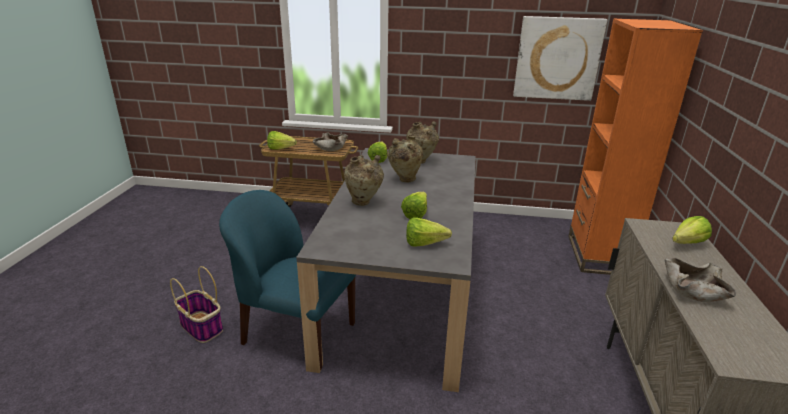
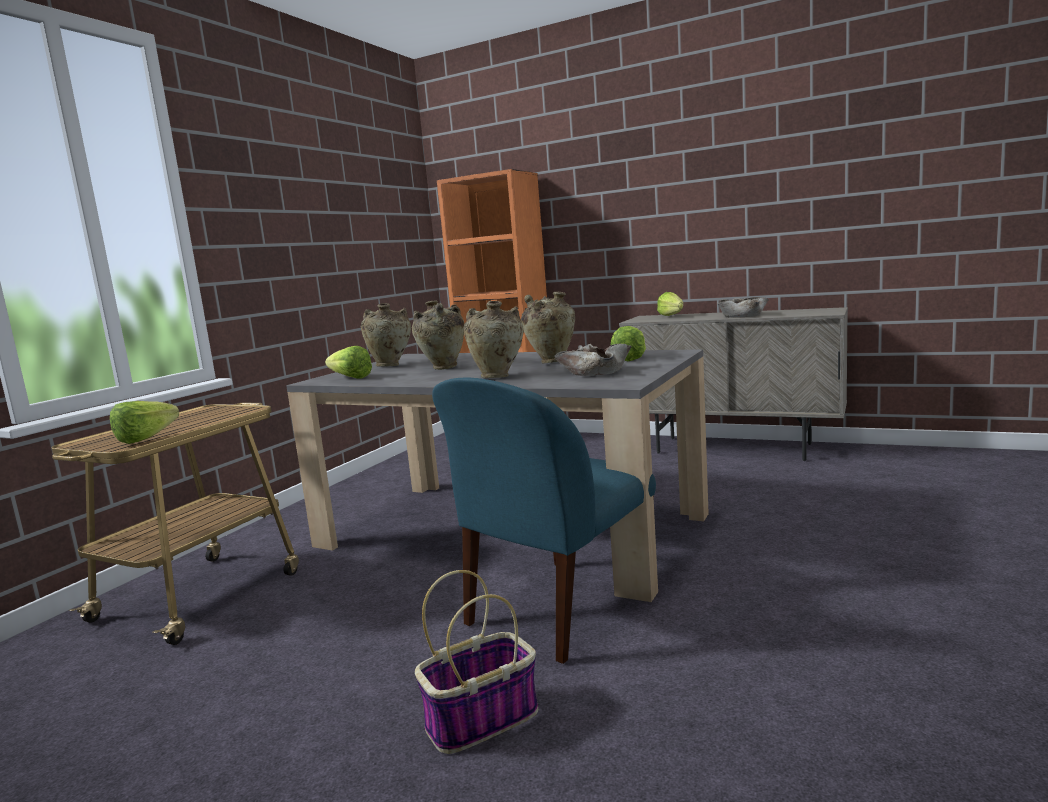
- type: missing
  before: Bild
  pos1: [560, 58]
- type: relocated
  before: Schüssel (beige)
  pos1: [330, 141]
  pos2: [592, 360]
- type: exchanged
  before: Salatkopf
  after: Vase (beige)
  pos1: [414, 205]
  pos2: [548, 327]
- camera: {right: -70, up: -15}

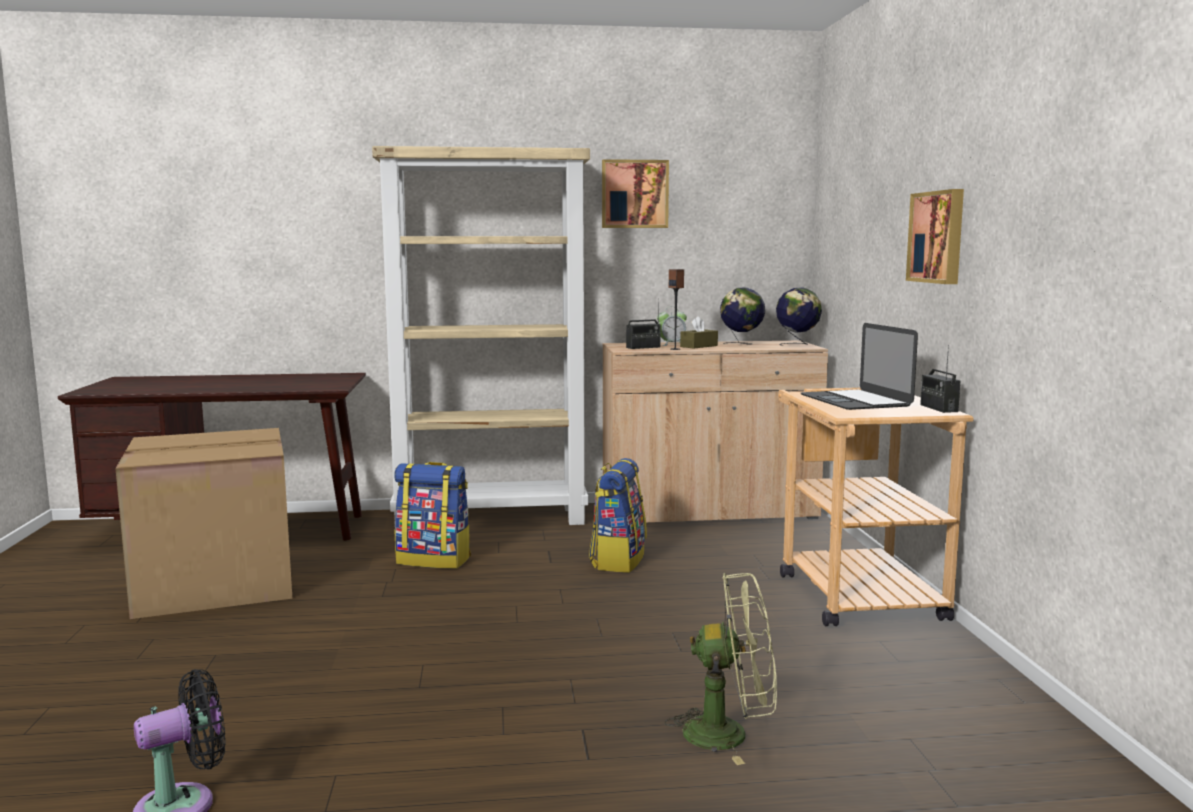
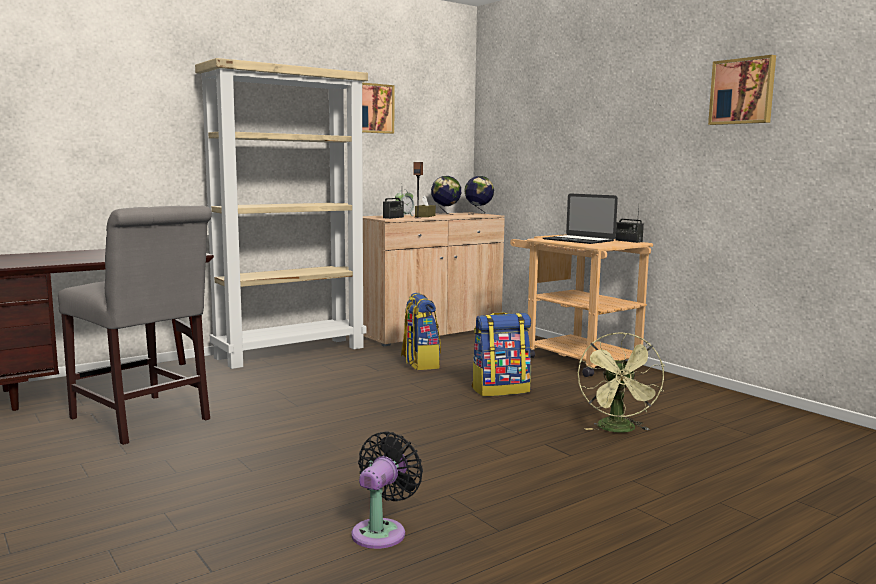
- type: relocated
  before: Bild
  pos1: [935, 236]
  pos2: [742, 90]
- type: exchanged
  before: Karton
  after: Stuhl (grau)
  pos1: [203, 523]
  pos2: [135, 325]
- type: relocated
  before: Rucksack
  pos1: [432, 515]
  pos2: [501, 354]
- type: spun
  before: Ventilator (grün)
  pos1: [721, 669]
  pos2: [621, 382]
  turn: 120
- camera: {right: -30, up: 0}

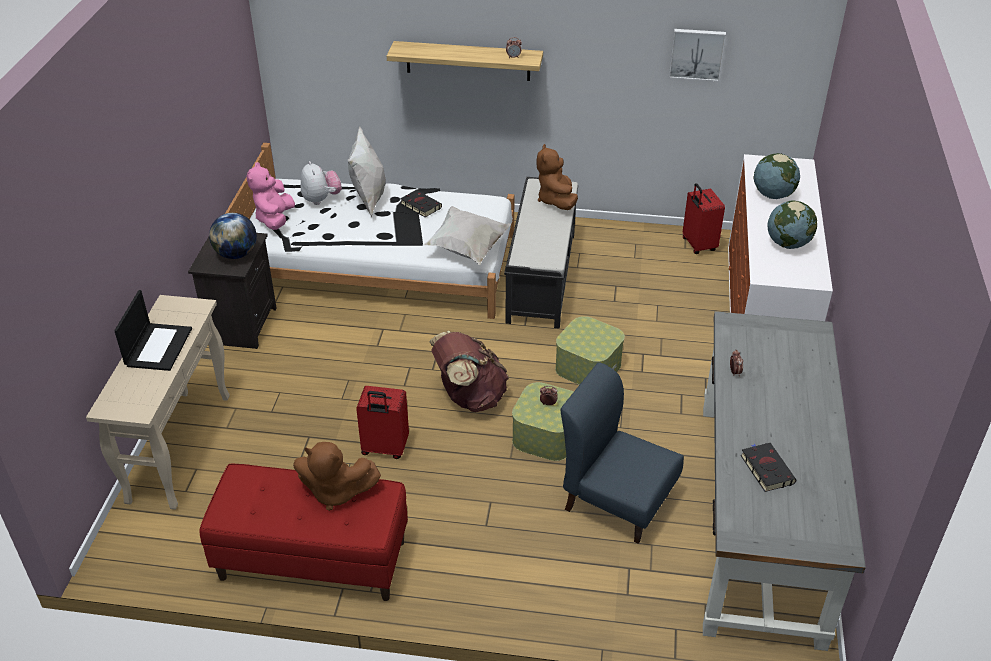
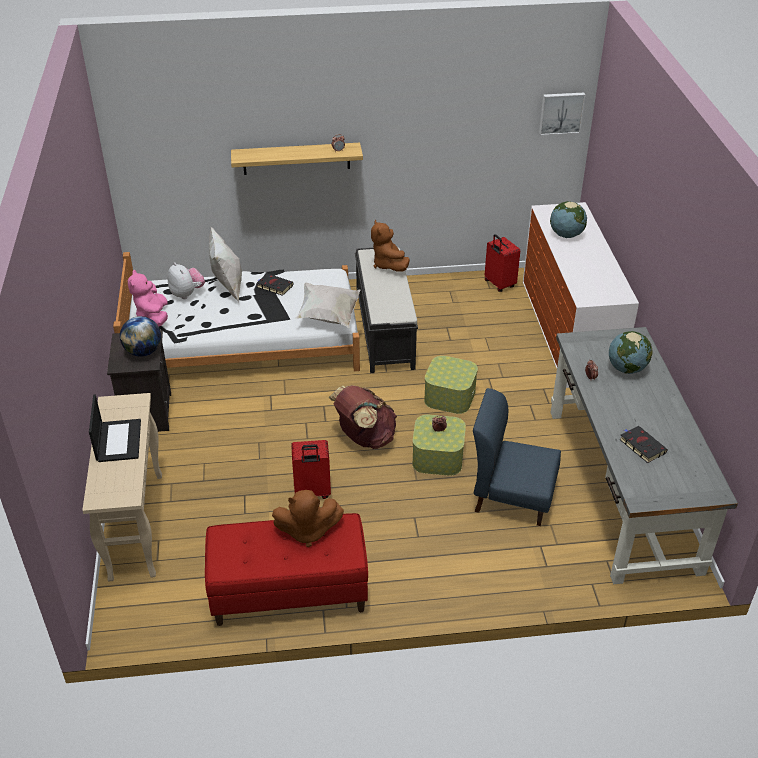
- type: relocated
  before: Bild
  pos1: [697, 55]
  pos2: [562, 114]
- type: relocated
  before: Globus
  pos1: [792, 225]
  pos2: [630, 352]
- camera: {right: -15, up: 0}

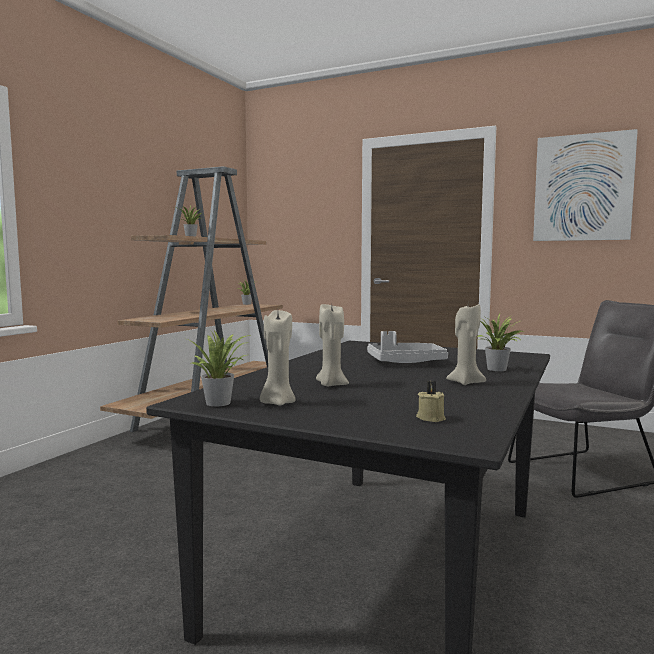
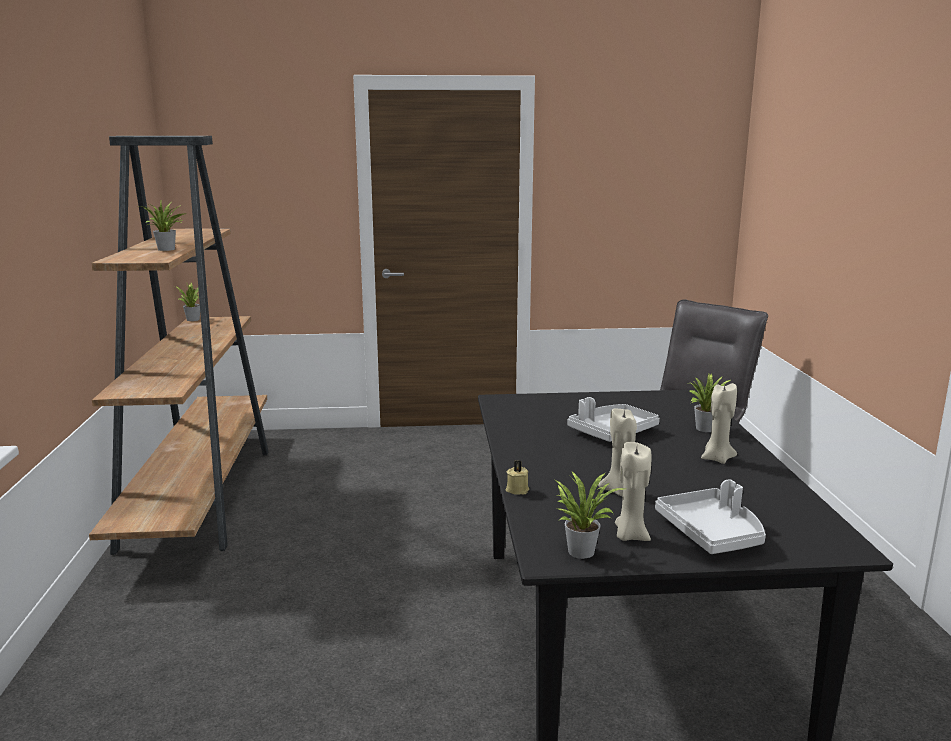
- type: missing
  before: Bild
  pos1: [585, 185]
- type: relocated
  before: Kerze (beige)
  pos1: [431, 401]
  pos2: [517, 477]
- type: appeared
  after: Tablett (grau)
  pos2: [710, 516]
- camera: {right: -30, up: 10}

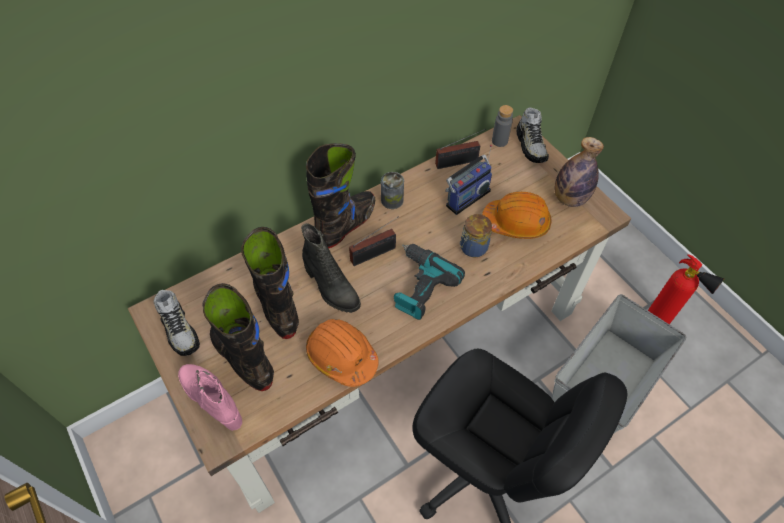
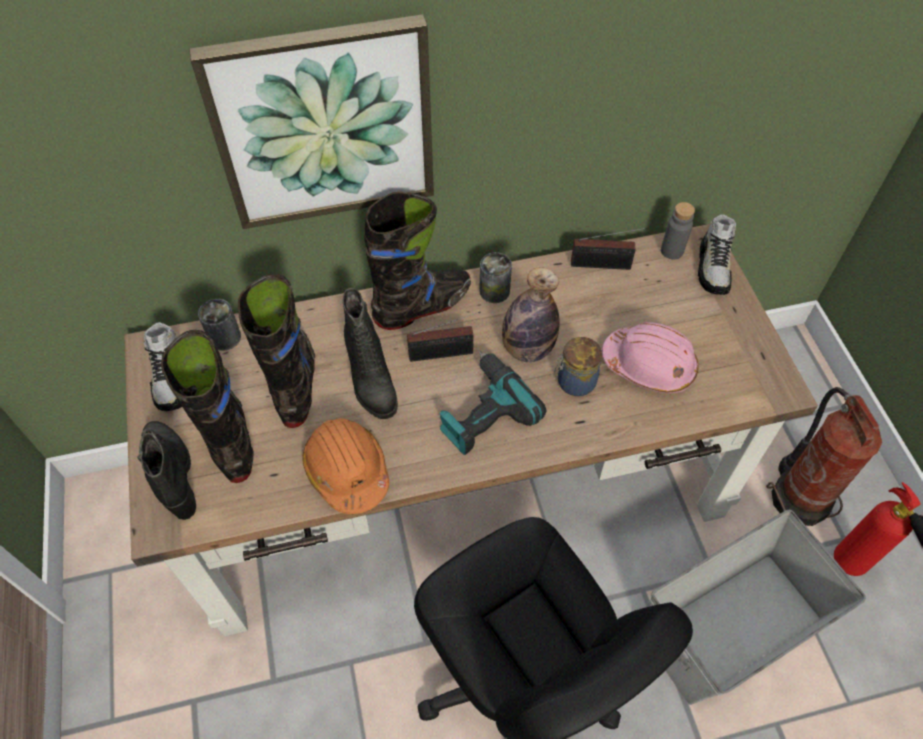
- type: relocated
  before: Flasche
  pos1: [579, 172]
  pos2: [531, 314]
- type: missing
  before: Radio
  pos1: [468, 179]
- type: colour
  before: Schutzhelm (orange)
  after: Schutzhelm (rosa)
  pos1: [517, 215]
  pos2: [650, 357]
- type: colour
  before: Stiefel (rosa)
  after: Stiefel (schwarz)
  pos1: [210, 397]
  pos2: [166, 470]
- type: appeared
  after: Bild
  pos2: [311, 121]
- type: appeared
  after: Dose
  pos2: [219, 325]
- type: appeared
  after: Feuerlöscher
  pos2: [824, 456]
- camera: {right: 20, up: 0}

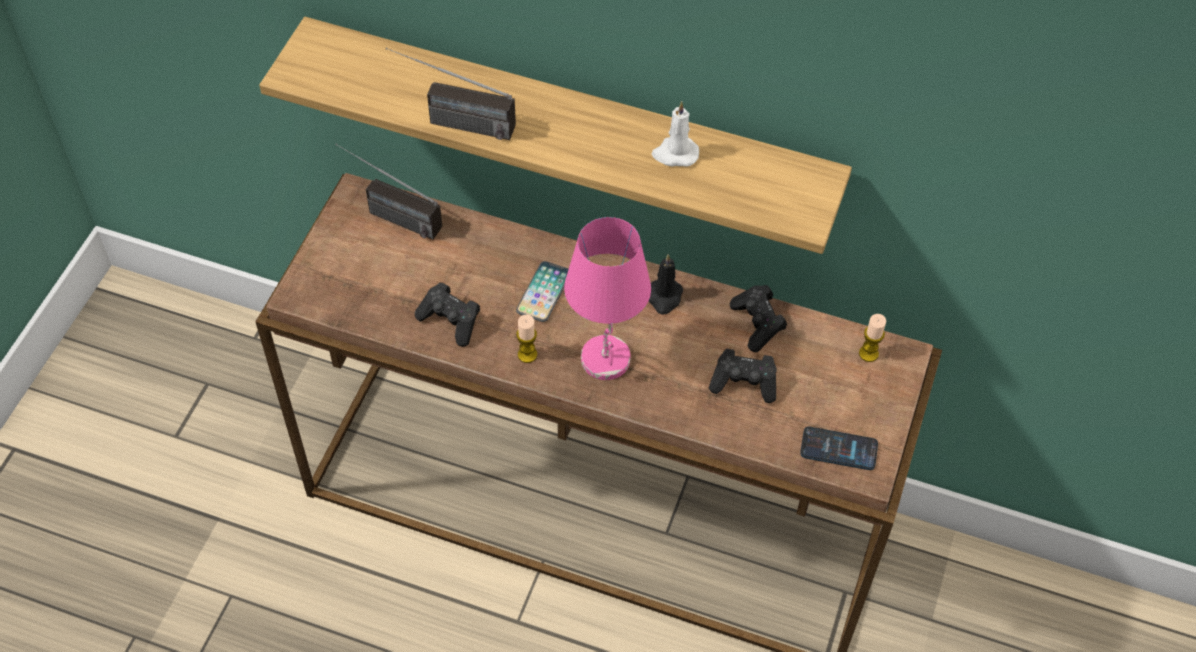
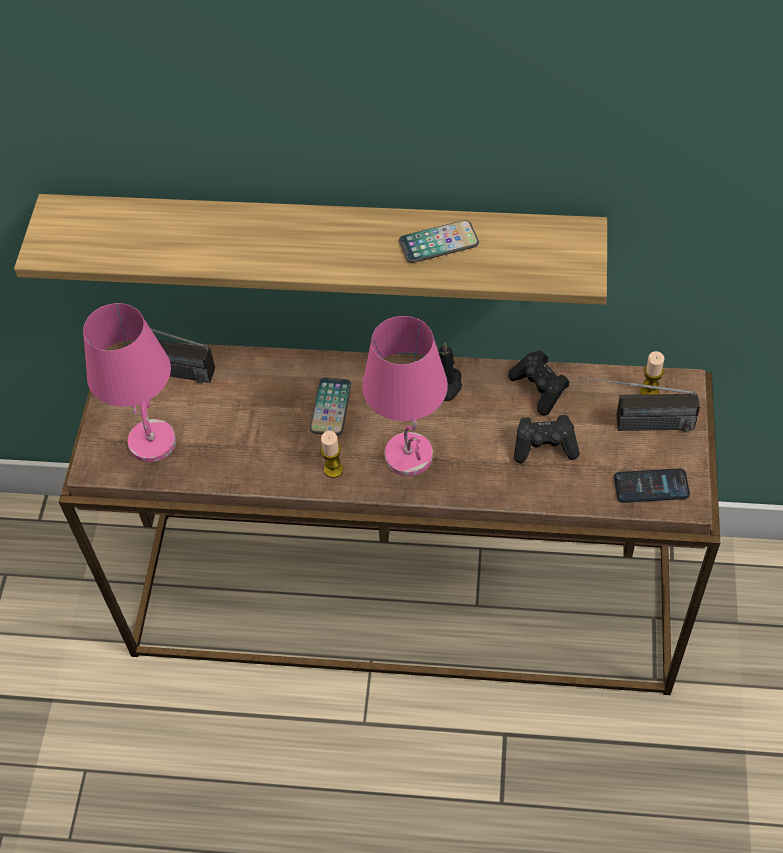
- type: relocated
  before: Radio
  pos1: [451, 93]
  pos2: [640, 404]
- type: exchanged
  before: Kerze (weiß)
  after: Handy
  pos1: [675, 133]
  pos2: [439, 241]
- type: missing
  before: Gamepad (schwarz)
  pos1: [447, 315]
- type: appeared
  after: Tischlampe (rosa)
  pos2: [129, 382]
- camera: {right: -10, up: 0}

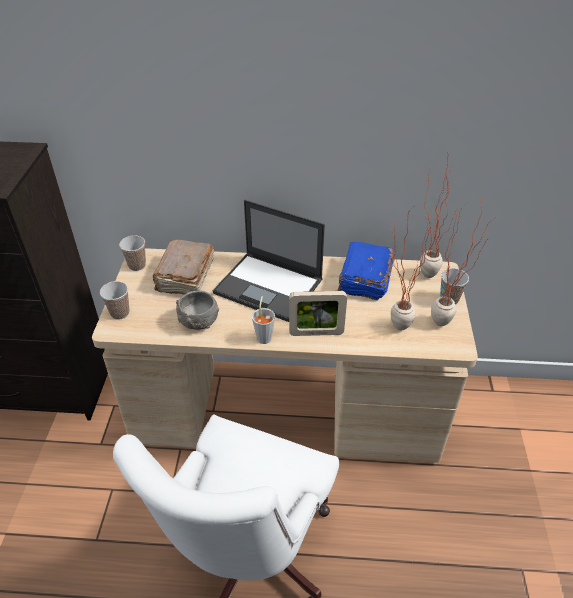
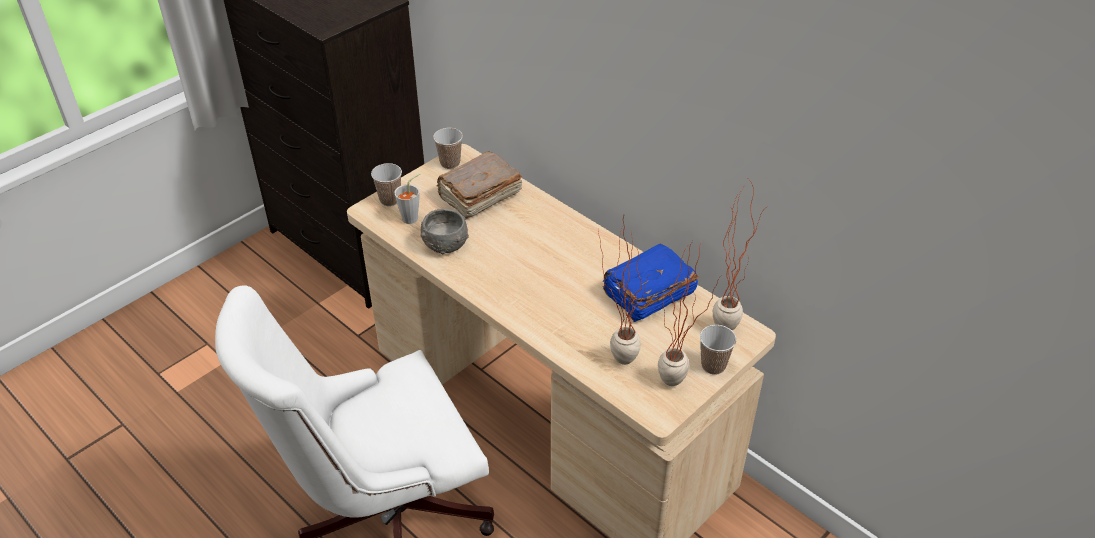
- type: missing
  before: Laptop
  pos1: [269, 261]
- type: missing
  before: Bilderrahmen
  pos1: [318, 313]
- type: relocated
  before: Tasse (grau)
  pos1: [263, 320]
  pos2: [407, 198]
- camera: {right: 40, up: 0}

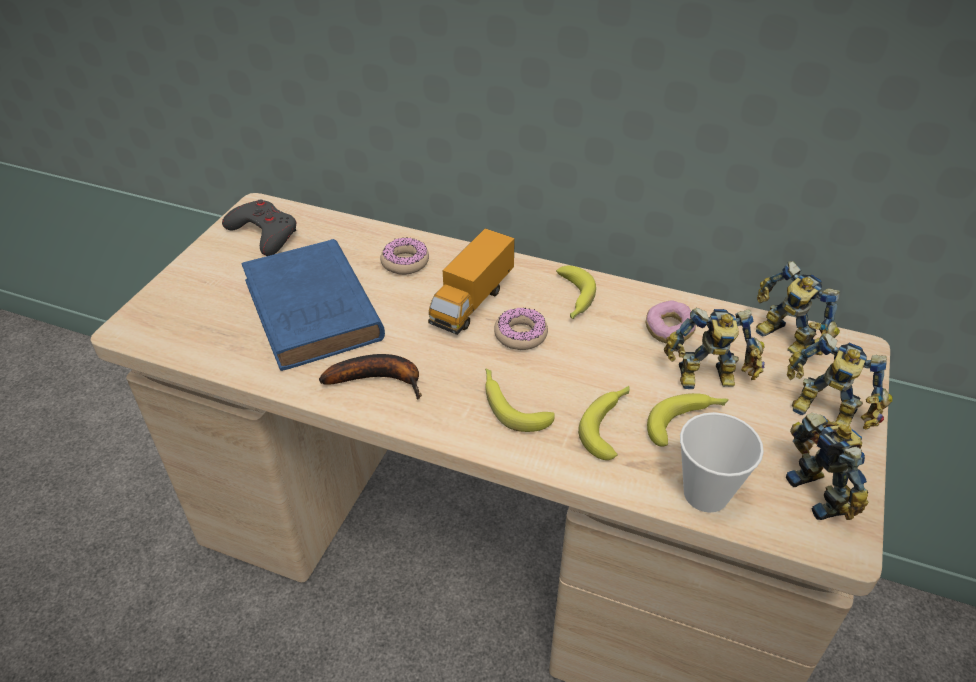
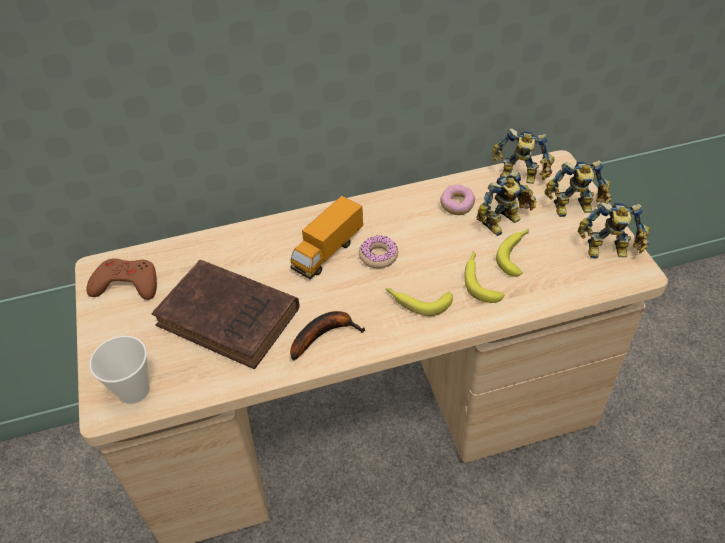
- type: colour
  before: Gamepad (grau)
  after: Gamepad (braun)
  pos1: [259, 227]
  pos2: [122, 279]
- type: spun
  before: Spielzeuglaster
  pos1: [471, 281]
  pos2: [326, 237]
  turn: 45
- type: missing
  before: Donut
  pos1: [404, 256]
- type: colour
  before: Buch (blau)
  after: Buch (braun)
  pos1: [313, 305]
  pos2: [225, 314]
- type: missing
  before: Banane
  pos1: [576, 292]
- type: relocated
  before: Tasse
  pos1: [722, 462]
  pos2: [119, 370]
- type: spun
  before: Spielzeugroboter
  pos1: [827, 466]
  pos2: [614, 230]
  turn: 150
- camera: {right: -35, up: 5}

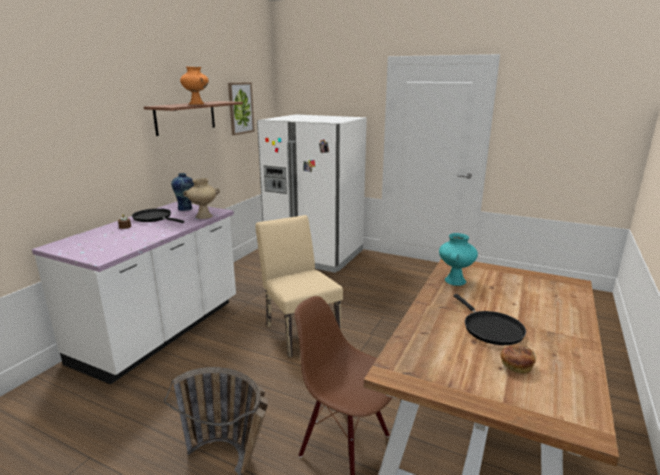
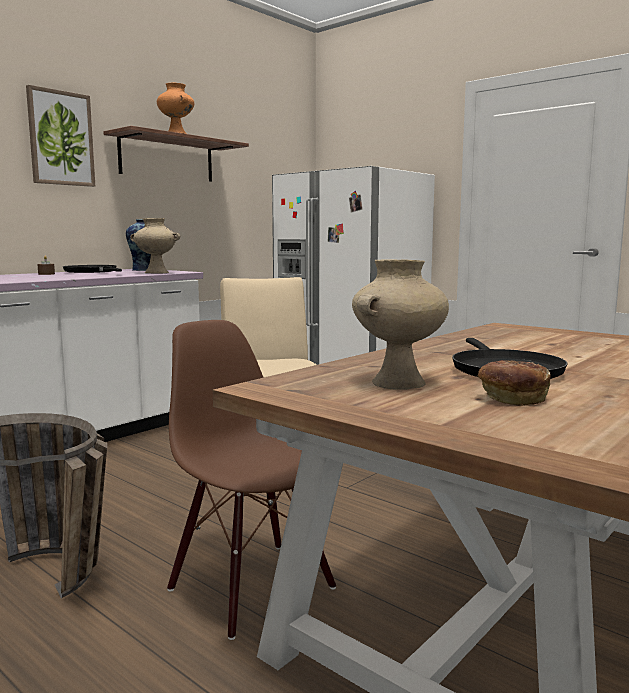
- type: relocated
  before: Bild
  pos1: [241, 108]
  pos2: [60, 136]
- type: missing
  before: Vase (türkis)
  pos1: [458, 259]
- type: appeared
  after: Vase (beige)
  pos2: [400, 325]
- camera: {right: 15, up: -10}

